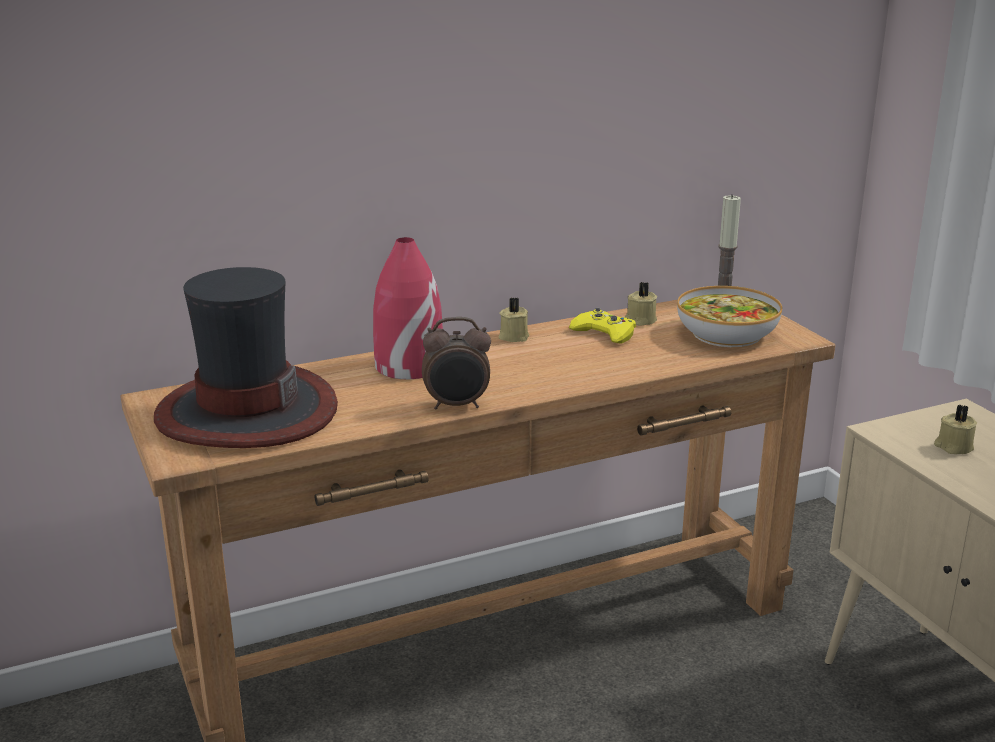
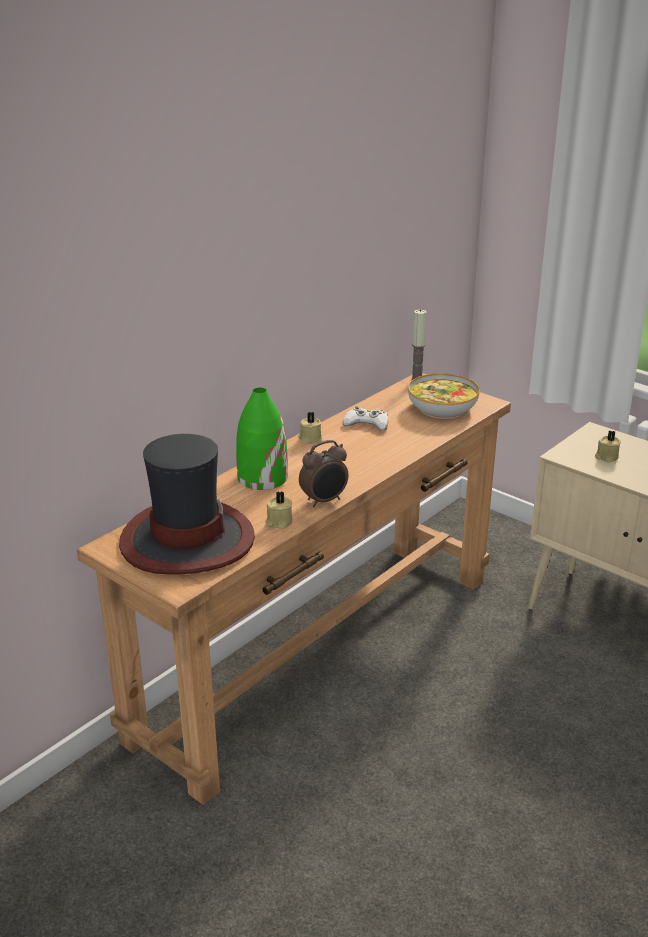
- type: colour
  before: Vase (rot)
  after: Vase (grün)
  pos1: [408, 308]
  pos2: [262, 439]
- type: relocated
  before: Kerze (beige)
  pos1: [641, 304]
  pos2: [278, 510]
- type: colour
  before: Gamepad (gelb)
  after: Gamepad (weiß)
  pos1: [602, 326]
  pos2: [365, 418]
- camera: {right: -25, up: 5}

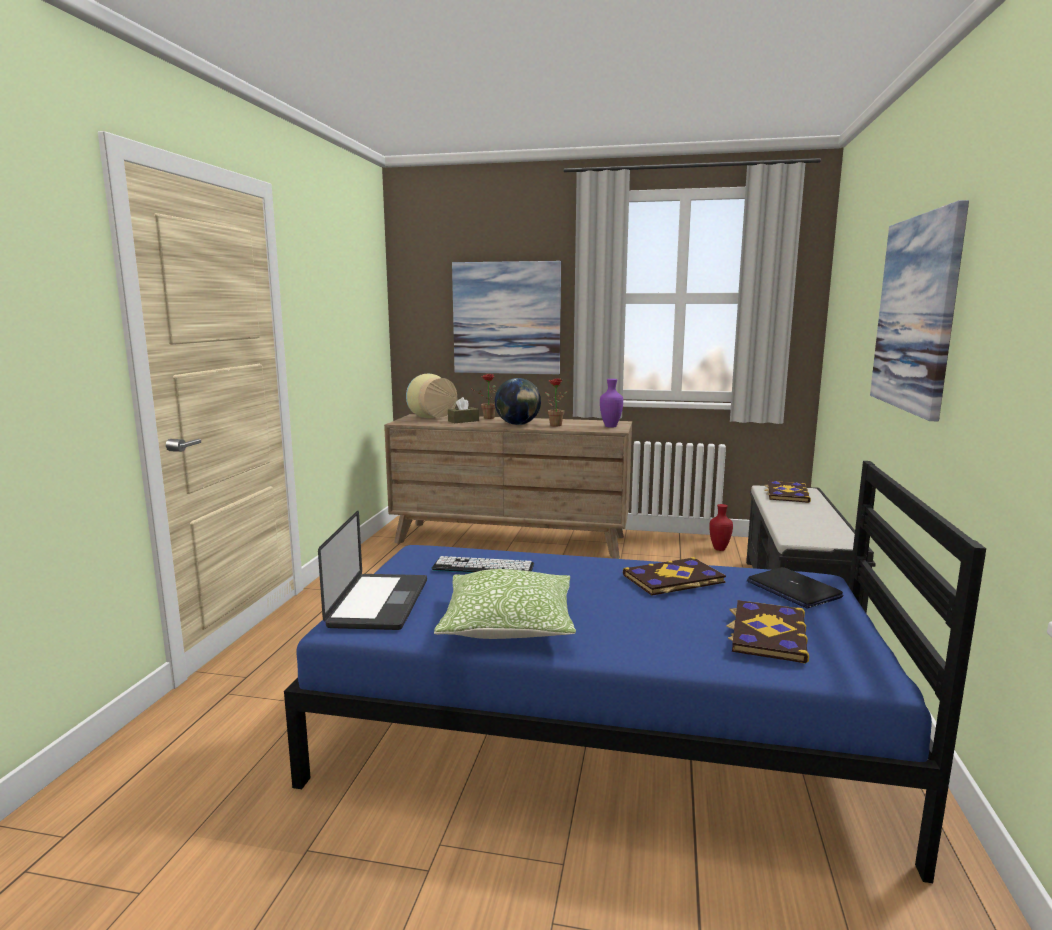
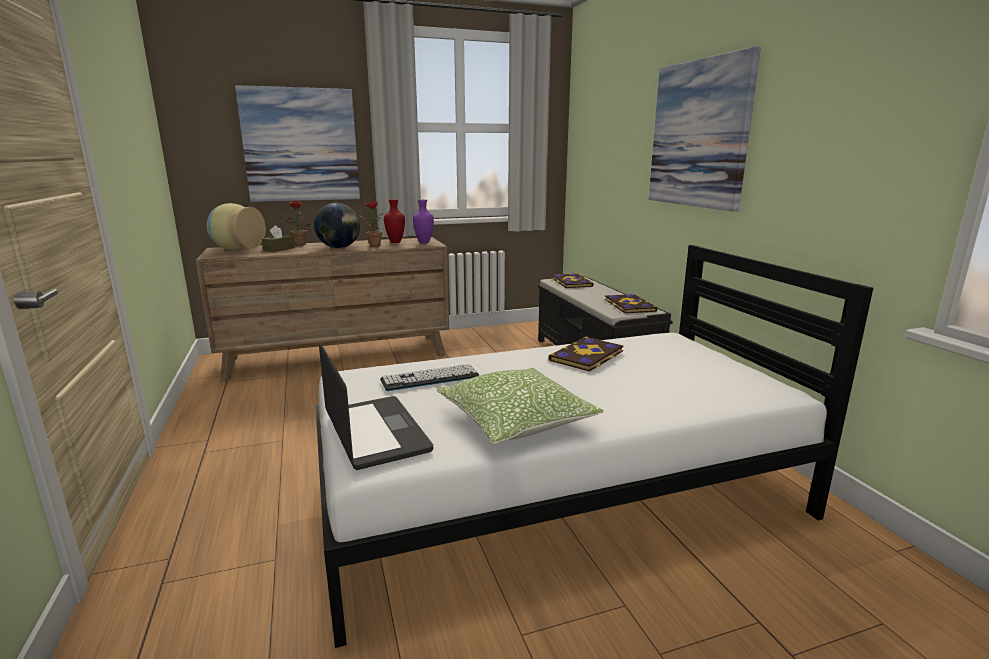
- type: colour
  before: Bett (blau)
  after: Bett (weiß)
  pos1: [635, 672]
  pos2: [594, 446]
- type: relocated
  before: Vase (rot)
  pos1: [721, 527]
  pos2: [394, 221]
- type: missing
  before: Laptop
  pos1: [795, 587]
- type: relocated
  before: Buch
  pos1: [767, 631]
  pos2: [631, 303]
- camera: {right: -30, up: 5}

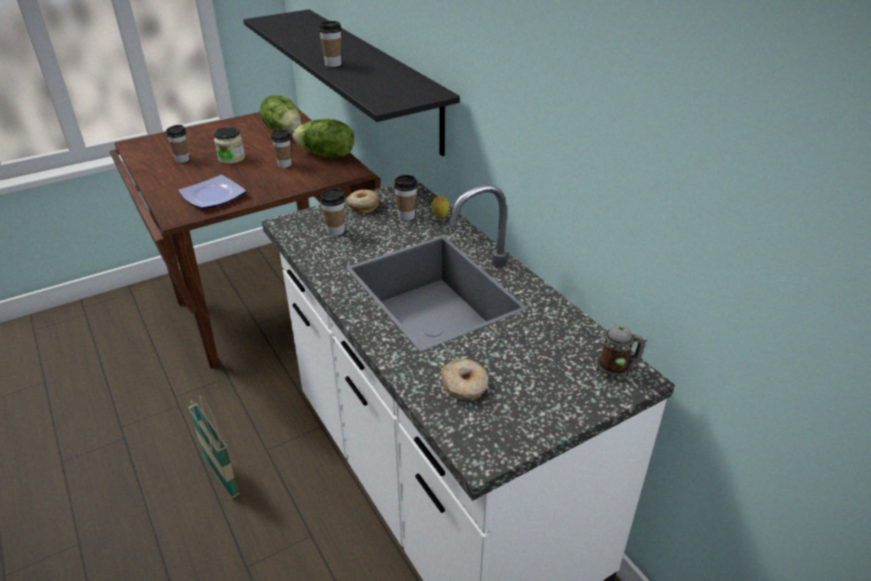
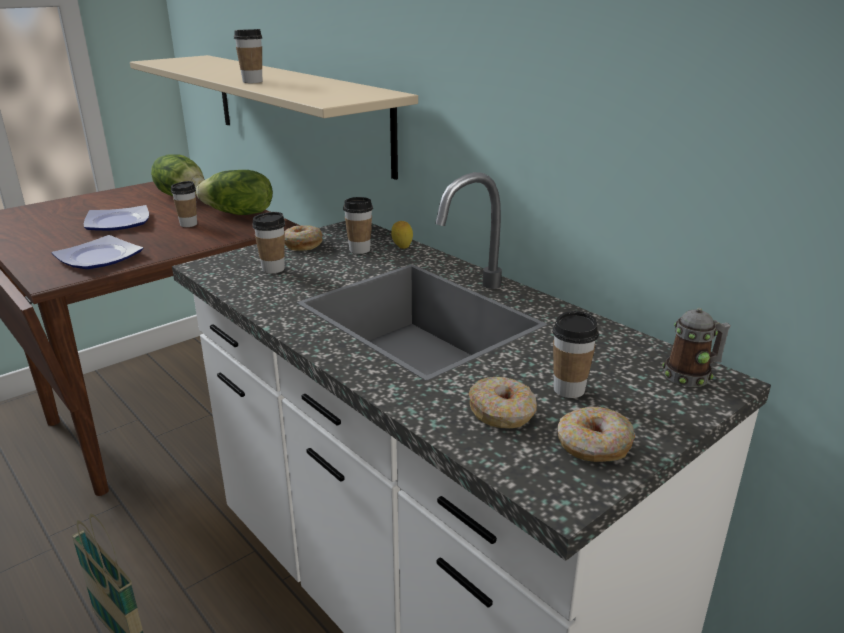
- type: colour
  before: Wandregal (schwarz)
  after: Wandregal (beige)
  pos1: [351, 82]
  pos2: [274, 117]
- type: relocated
  before: Tasse
  pos1: [177, 144]
  pos2: [575, 354]
- type: exchanged
  before: Vorratsglas
  after: Teller
  pos1: [229, 145]
  pos2: [116, 218]
- type: appeared
  after: Donut
  pos2: [596, 434]
- camera: {right: -10, up: -10}

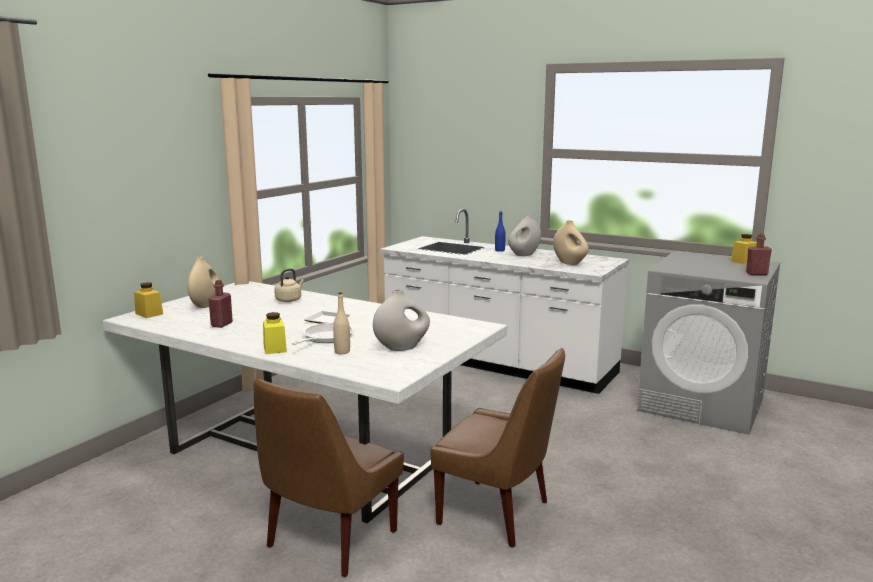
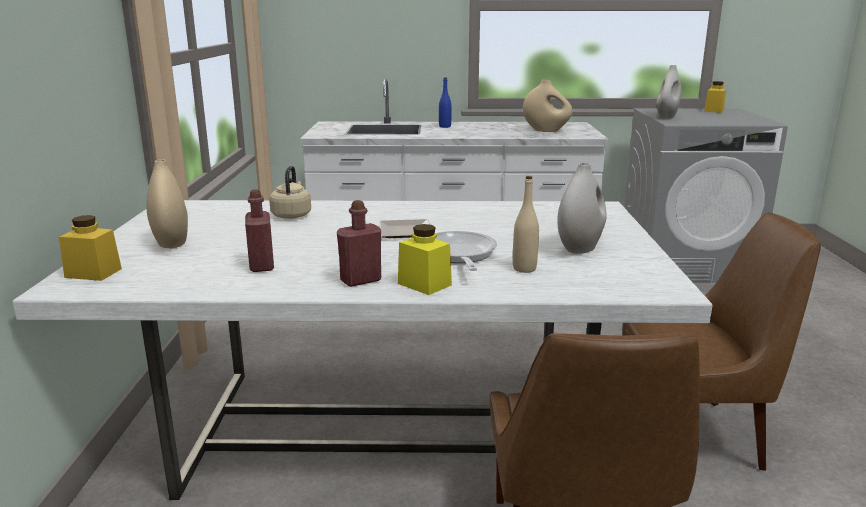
- type: relocated
  before: Vase (weiß)
  pos1: [524, 235]
  pos2: [668, 91]
- type: relocated
  before: Flasche (rot)
  pos1: [759, 254]
  pos2: [359, 243]
- camera: {right: -30, up: 5}

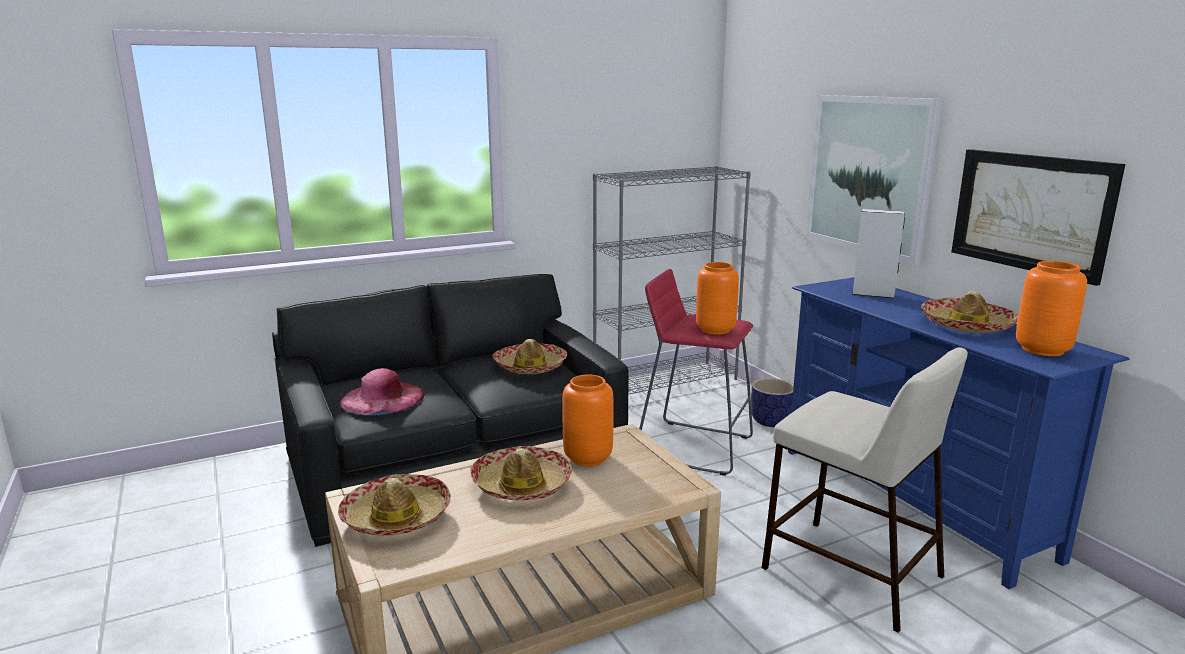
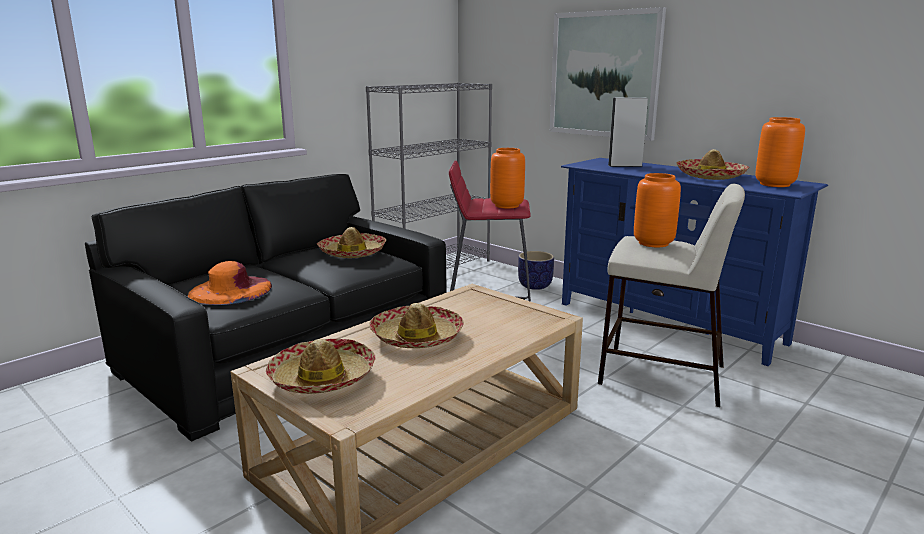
- type: missing
  before: Bild
  pos1: [1038, 217]
- type: colour
  before: Hut (rosa)
  after: Hut (orange)
  pos1: [382, 391]
  pos2: [230, 283]
- type: relocated
  before: Vase (orange)
  pos1: [588, 420]
  pos2: [657, 210]
- camera: {right: -20, up: 0}

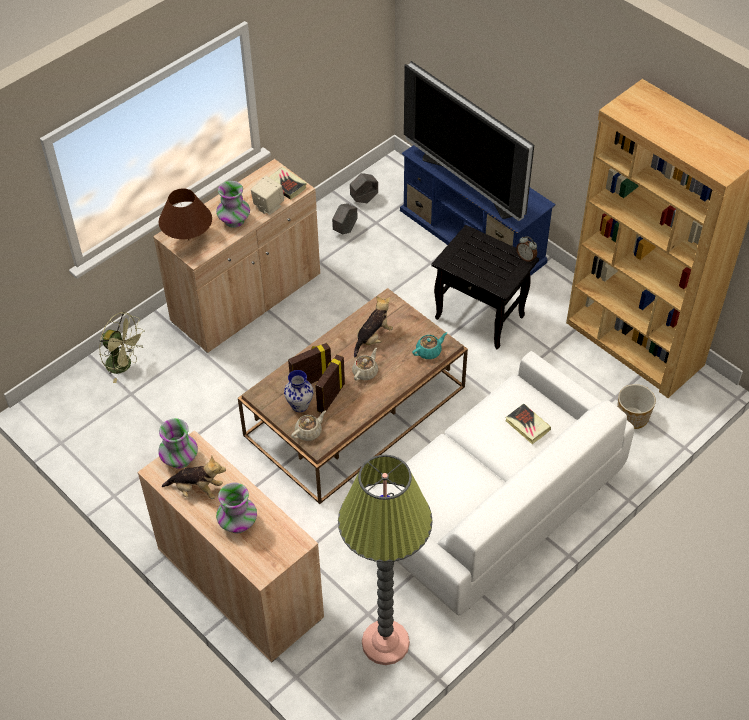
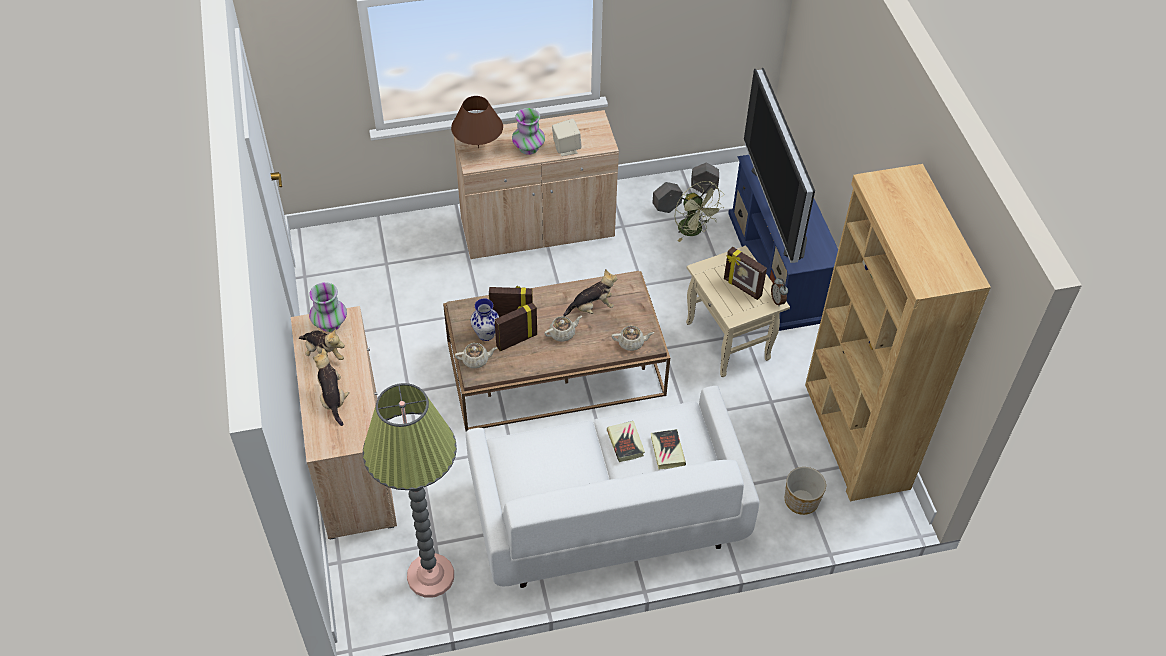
- type: relocated
  before: Buch
  pos1: [288, 183]
  pos2: [626, 441]
- type: colour
  before: Beistelltisch (schwarz)
  after: Beistelltisch (beige)
  pos1: [485, 287]
  pos2: [738, 311]
- type: relocated
  before: Ventilator (grün)
  pos1: [122, 347]
  pos2: [699, 211]
- type: colour
  before: Teekanne (türkis)
  after: Teekanne (beige)
  pos1: [429, 345]
  pos2: [632, 338]
- type: exchanged
  before: Vase
  after: Plüschtier
  pos1: [236, 508]
  pos2: [331, 387]
- type: appeared
  after: Bilderrahmen
  pos2: [745, 273]
- camera: {right: 30, up: 0}

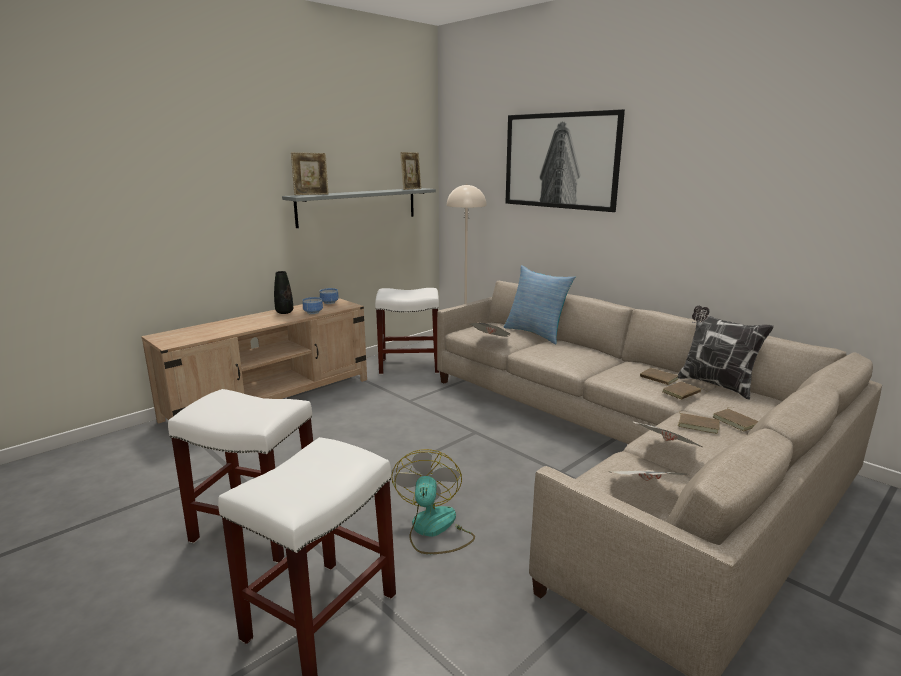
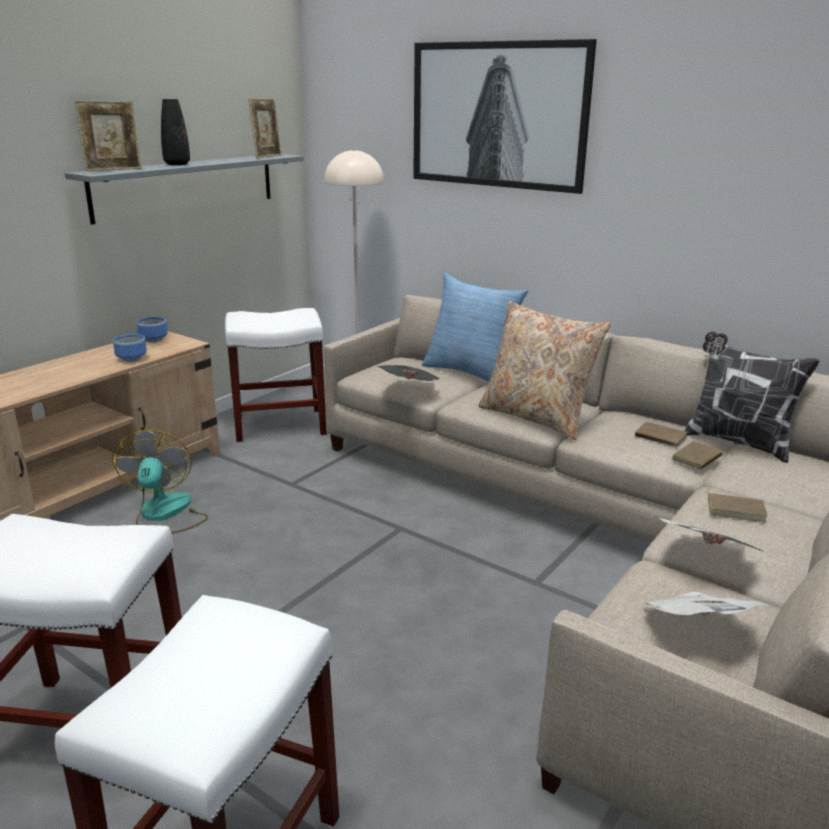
- type: relocated
  before: Vase (schwarz)
  pos1: [283, 292]
  pos2: [175, 132]
- type: missing
  before: Buch (braun)
  pos1: [735, 419]
- type: relocated
  before: Ventilator
  pos1: [433, 501]
  pos2: [160, 481]
- type: appeared
  after: Kissen (beige)
  pos2: [545, 370]
- camera: {right: -10, up: 5}

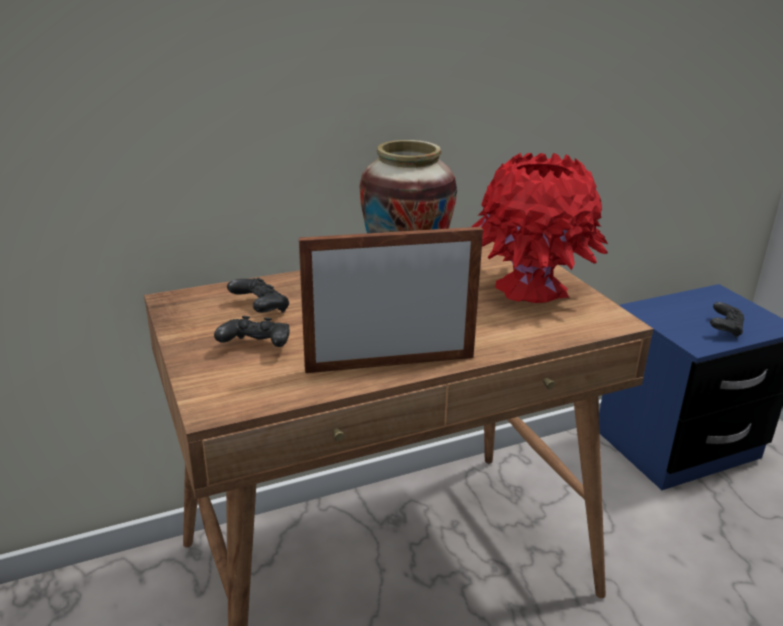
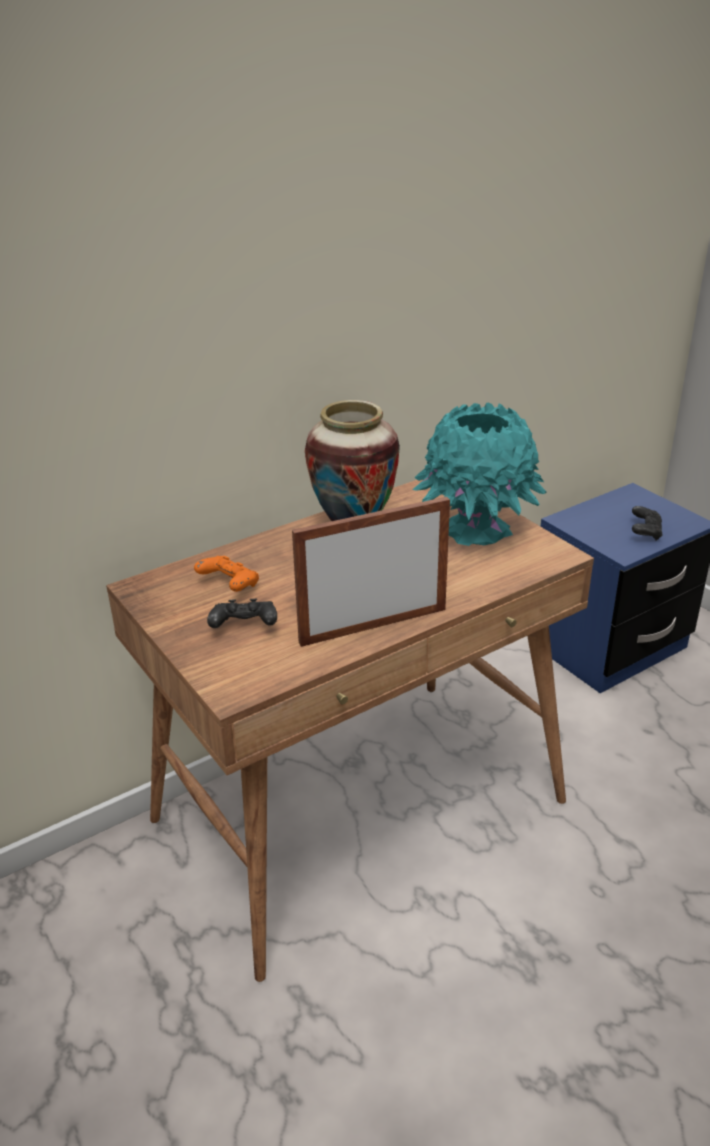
- type: colour
  before: Vase (rot)
  after: Vase (türkis)
  pos1: [539, 228]
  pos2: [479, 474]
- type: colour
  before: Gamepad (schwarz)
  after: Gamepad (orange)
  pos1: [258, 295]
  pos2: [226, 574]
- camera: {right: -10, up: 5}

